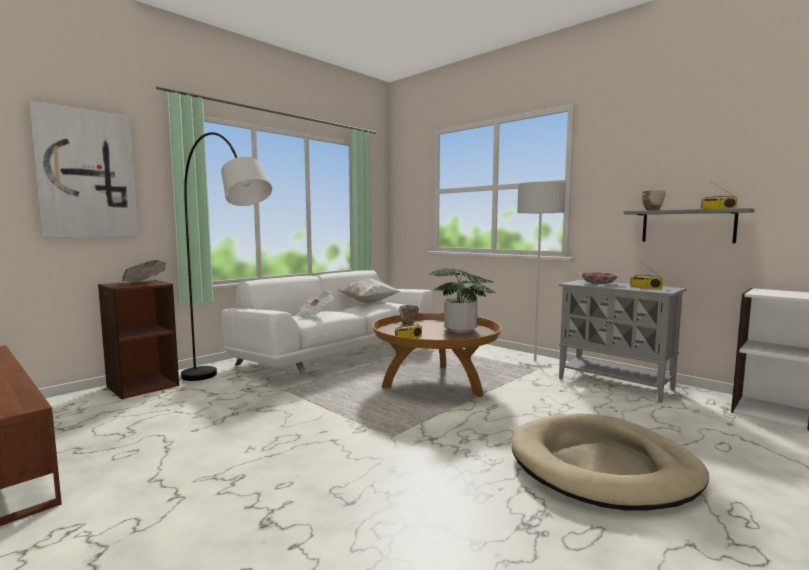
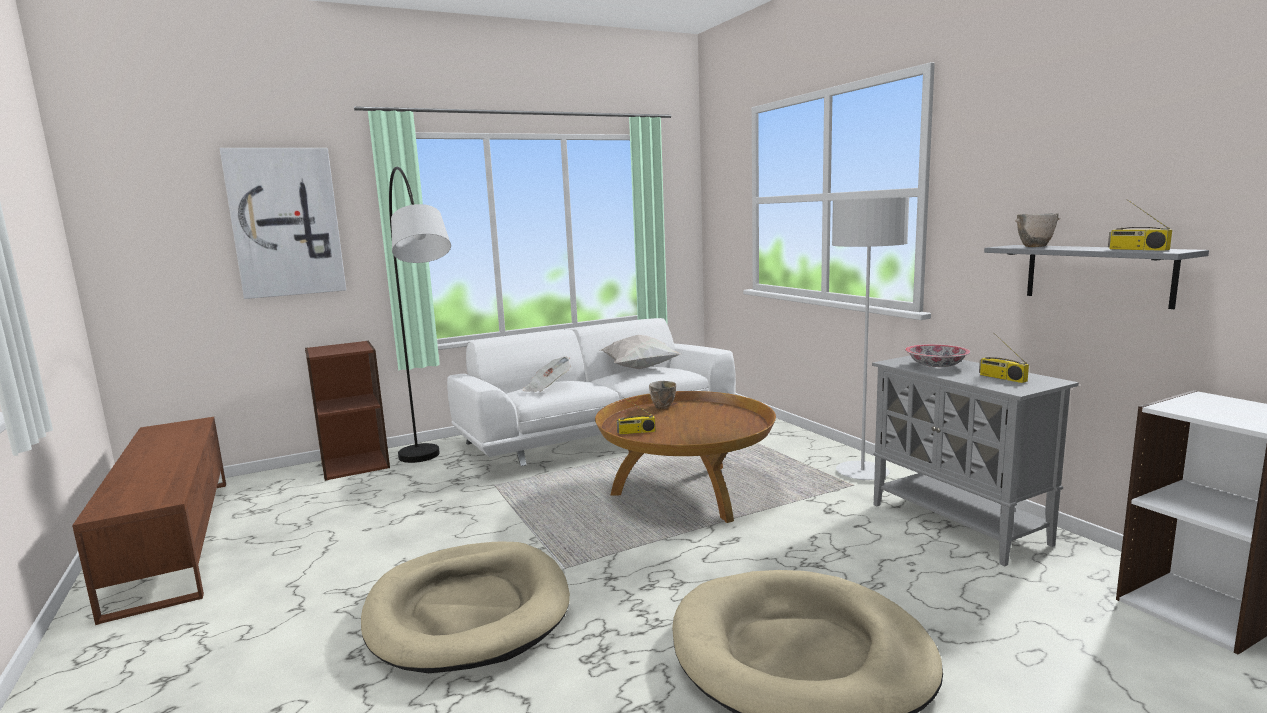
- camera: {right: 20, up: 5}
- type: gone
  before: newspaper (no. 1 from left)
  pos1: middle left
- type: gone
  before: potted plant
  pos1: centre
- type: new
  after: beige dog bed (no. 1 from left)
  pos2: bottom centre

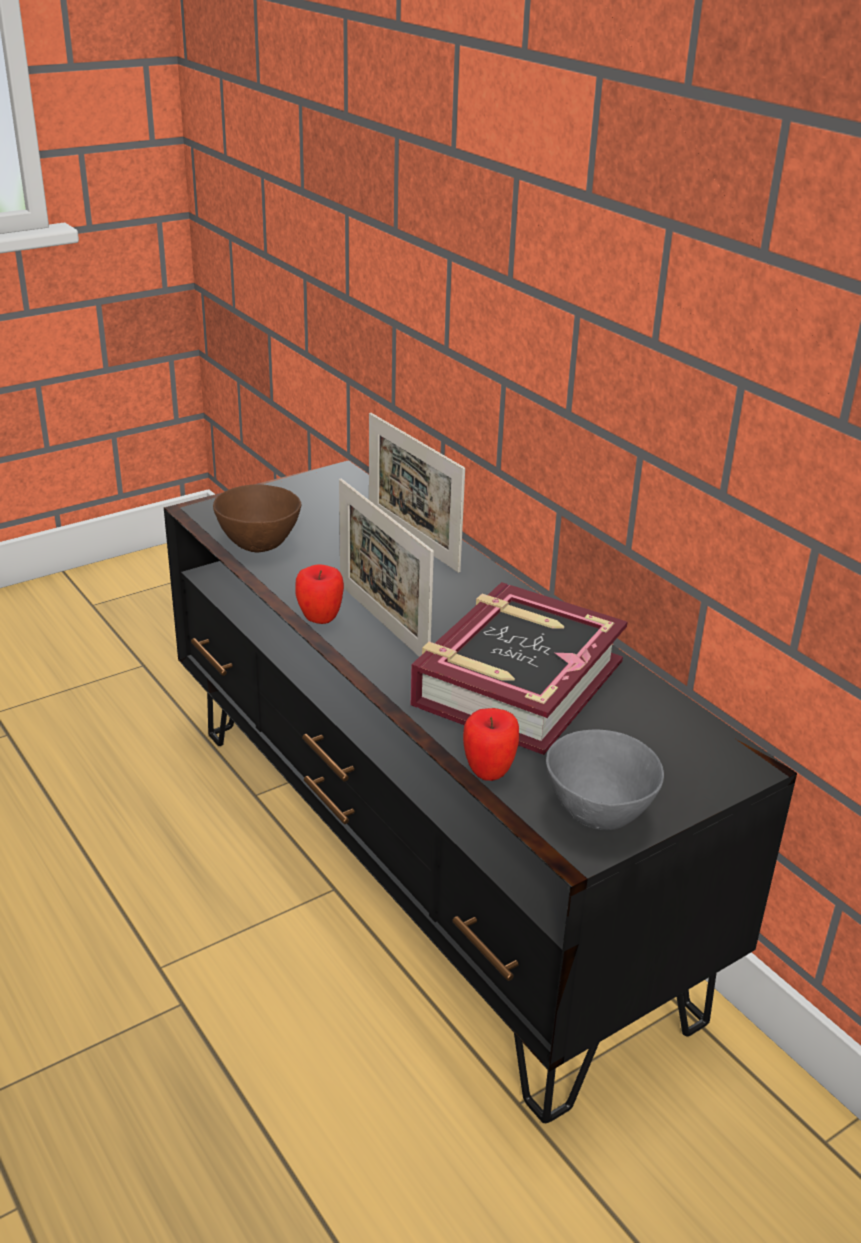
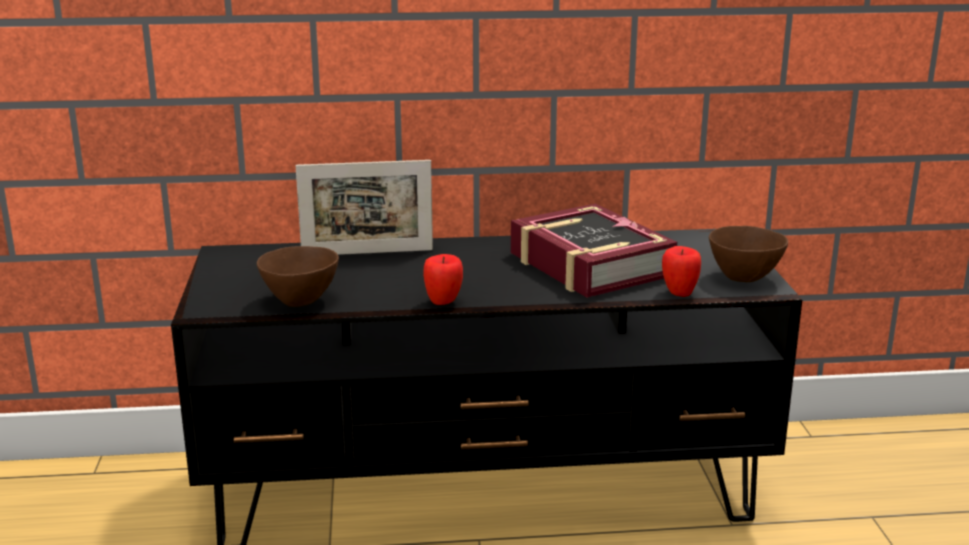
- camera: {right: -60, up: -10}
- type: gone
  before: picture frame (no. 1 from left)
  pos1: centre
- type: repainted
  before: grey bowl
  after: brown bowl (no. 2 from left)
  pos1: middle right
  pos2: middle right

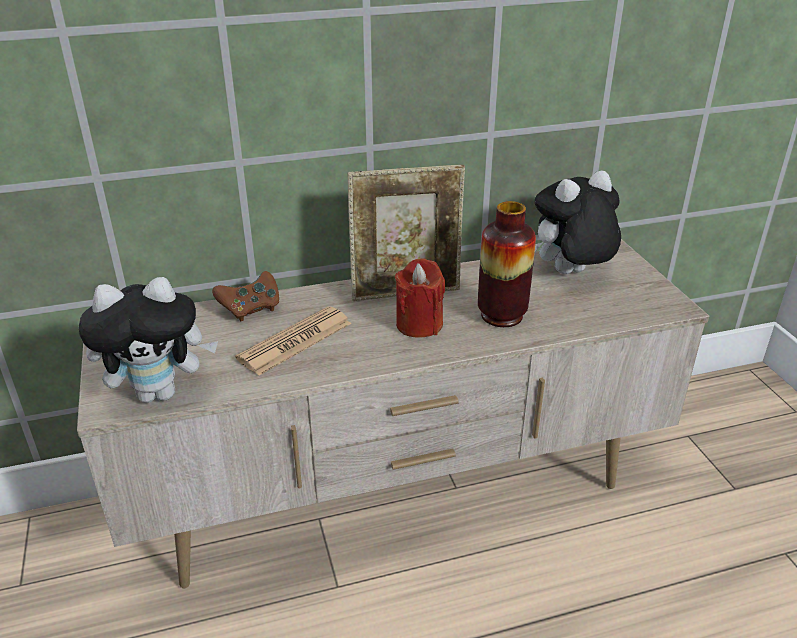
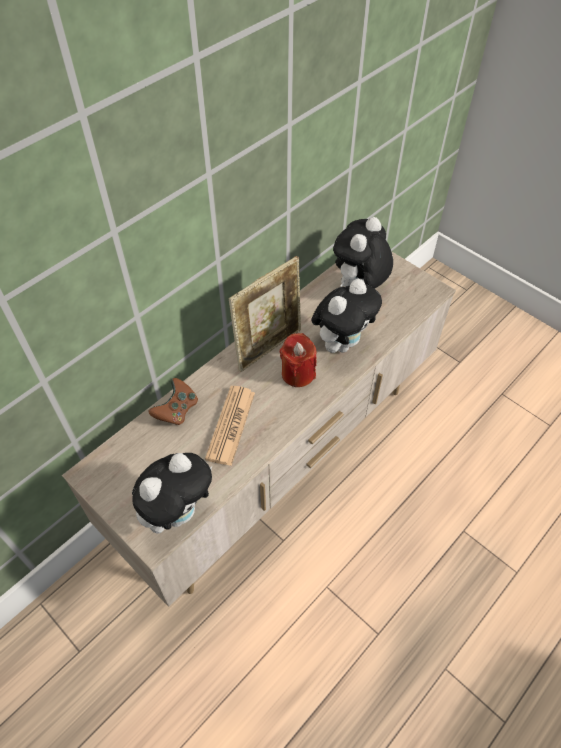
- camera: {right: -30, up: 20}
- type: swapped
  before: vase
  after: plush toy (no. 2 from left)
  pos1: centre
  pos2: centre

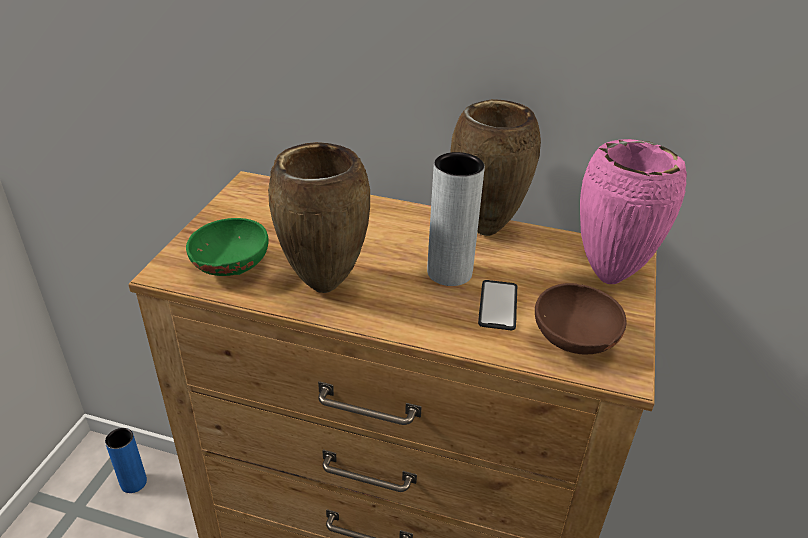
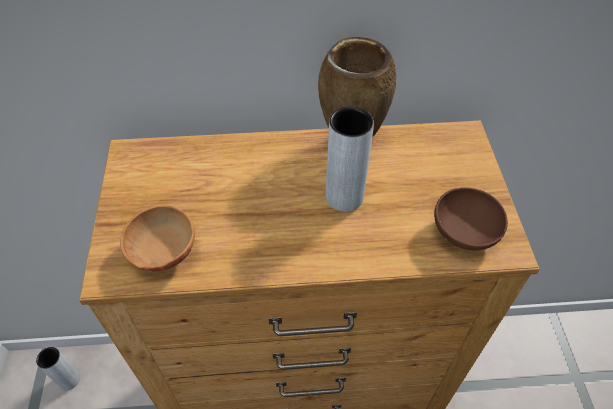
- camera: {right: -20, up: 15}
- type: gone
  before: pink vase
  pos1: middle right
- type: gone
  before: brown vase (no. 1 from left)
  pos1: centre
- type: repainted
  before: green bowl
  after: brown bowl (no. 1 from left)
  pos1: middle left
  pos2: middle left
- type: gone
  before: phone
  pos1: centre
- type: repainted
  before: blue vase
  after: grey vase (no. 1 from left)
  pos1: bottom left
  pos2: bottom left

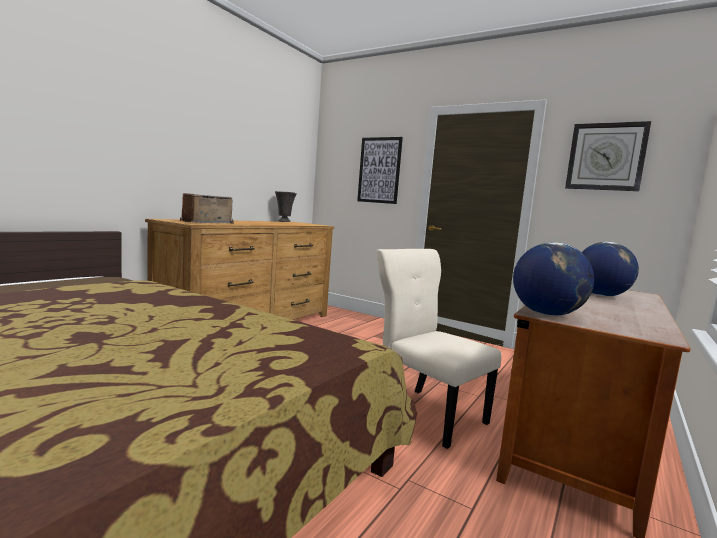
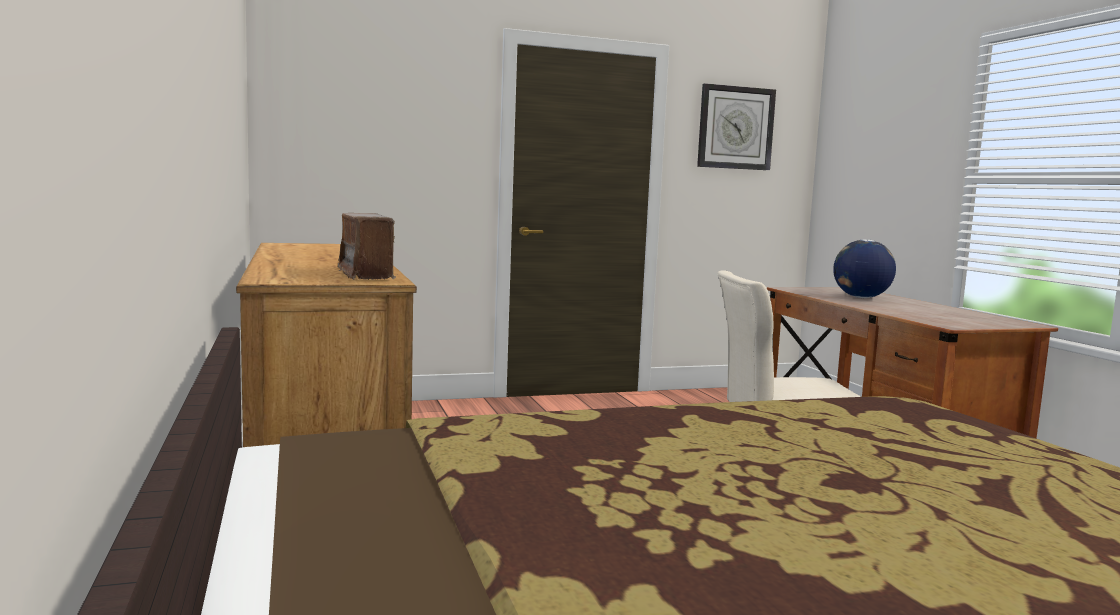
- camera: {right: -50, up: 0}
- type: gone
  before: picture
  pos1: top centre
- type: gone
  before: grey vase
  pos1: centre
- type: gone
  before: globe (no. 1 from left)
  pos1: middle right

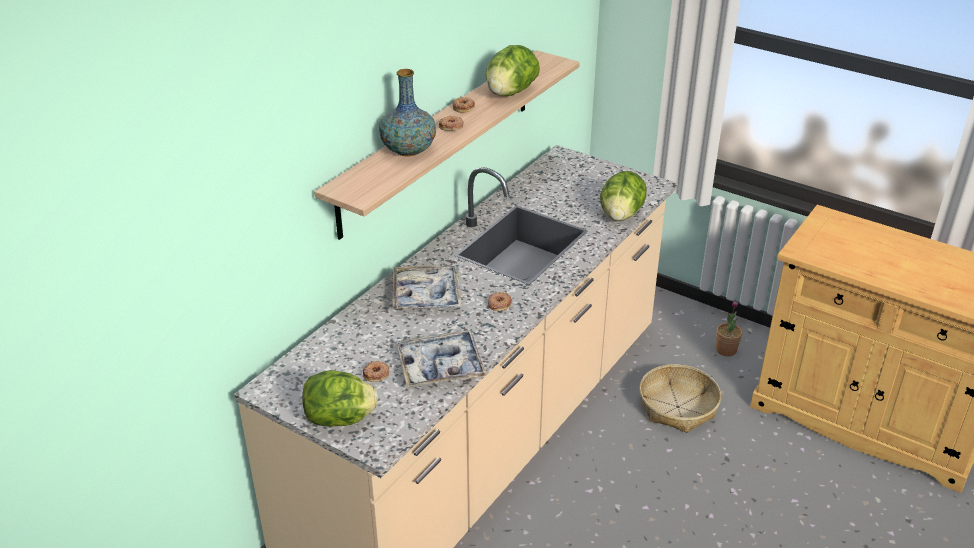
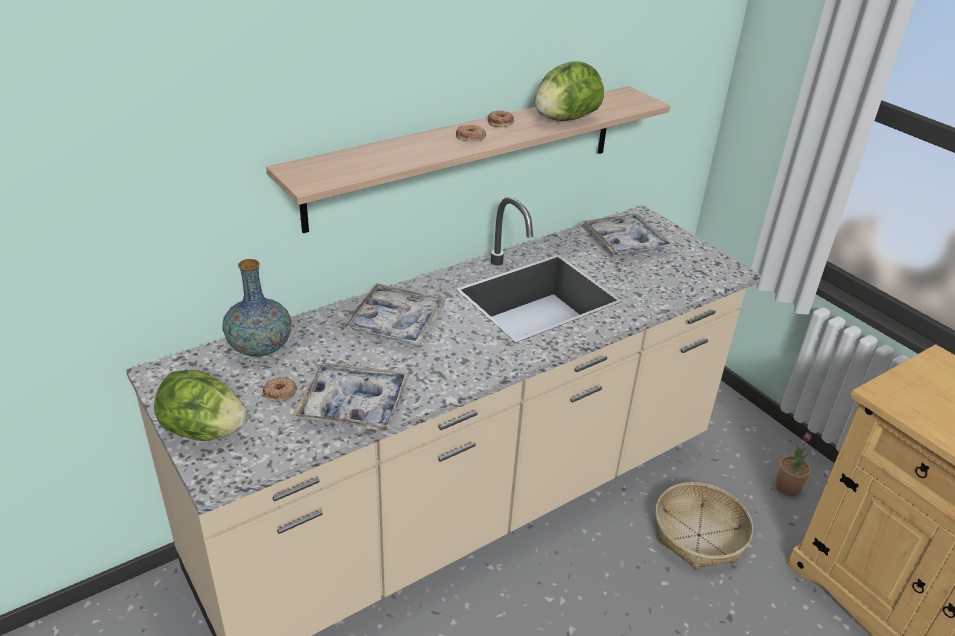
- camera: {right: 20, up: 0}
- type: shifted
  before: vase
  pos1: top centre
  pos2: middle left
- type: gone
  before: lettuce (no. 3 from left)
  pos1: centre
- type: gone
  before: donut (no. 4 from left)
  pos1: centre
- type: new
  after: tray (no. 3 from left)
  pos2: centre

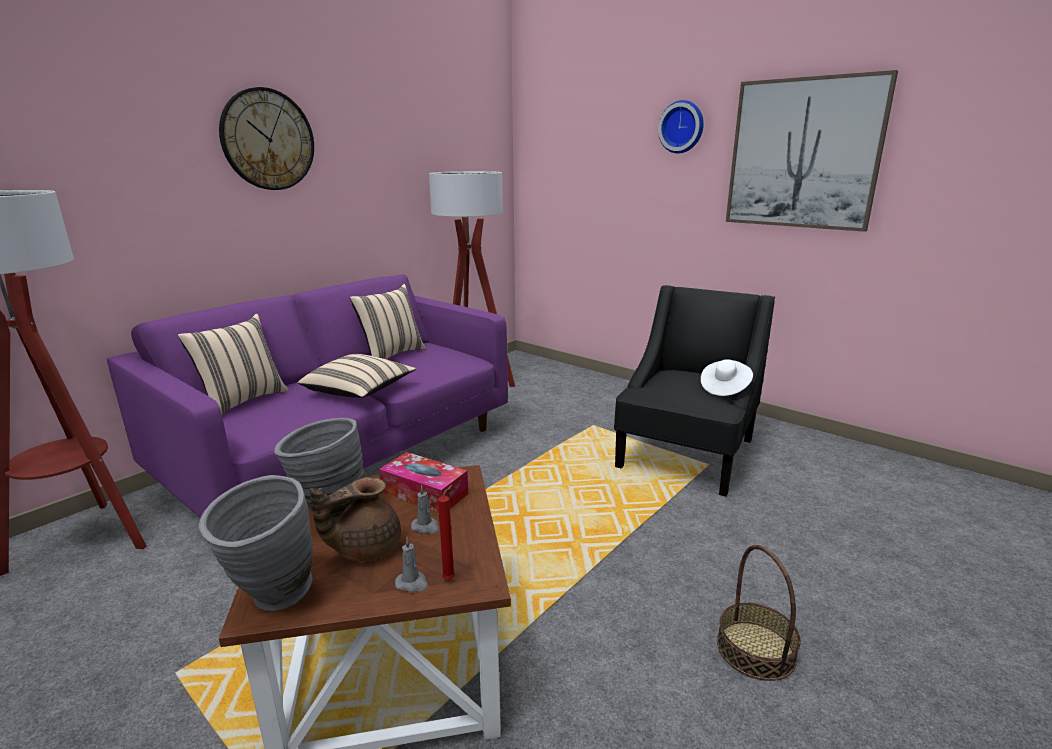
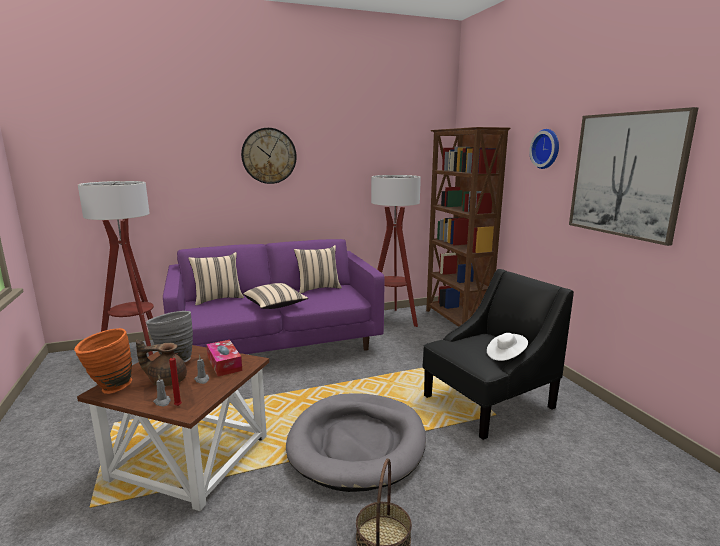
- camera: {right: 30, up: -5}
- type: repainted
  before: grey vase (no. 1 from left)
  after: orange vase
  pos1: bottom left
  pos2: middle left
- type: new
  after: brown bookcase
  pos2: centre
- type: new
  after: grey dog bed
  pos2: bottom centre

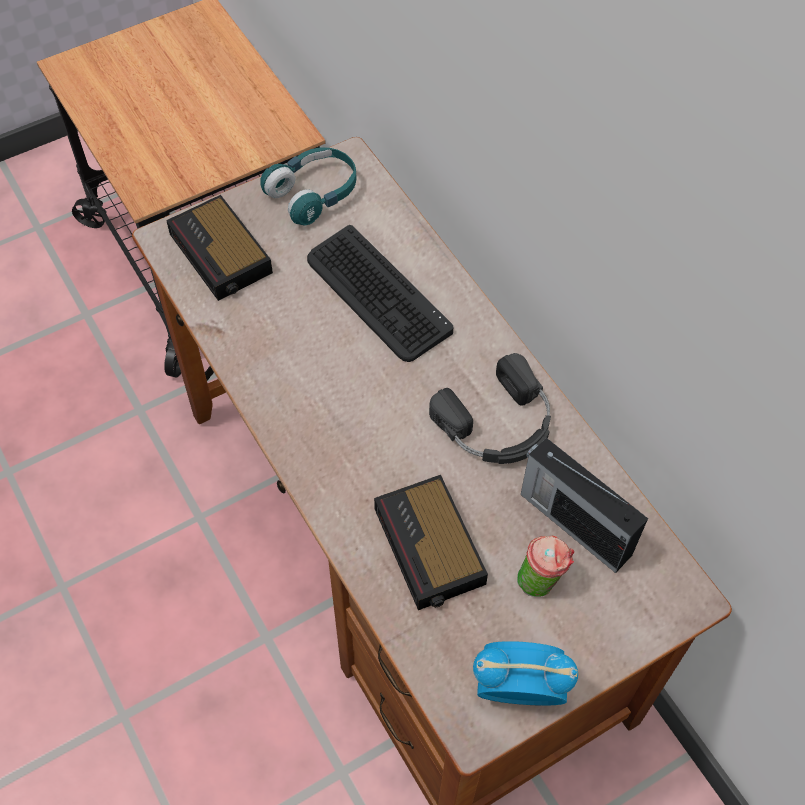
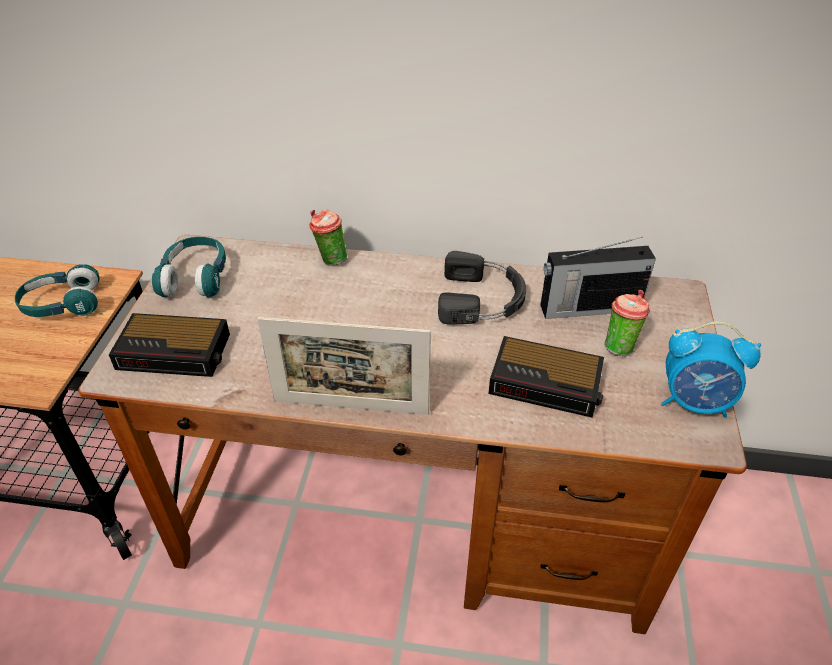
- camera: {right: -50, up: -15}
- type: gone
  before: keyboard
  pos1: centre
- type: rotated
  before: alarm clock (no. 3 from left)
  pos1: bottom centre
  pos2: middle right
  turn: -120
- type: new
  after: cup (no. 1 from left)
  pos2: centre
- type: new
  after: turquoise headphones (no. 1 from left)
  pos2: middle left
- type: new
  after: picture frame
  pos2: centre

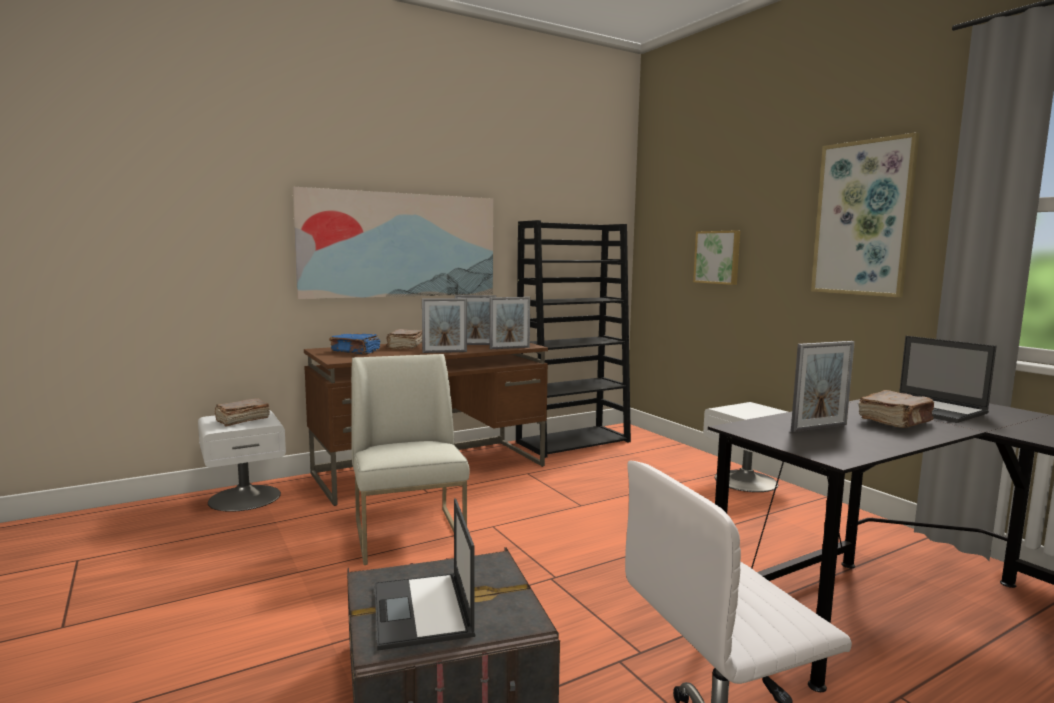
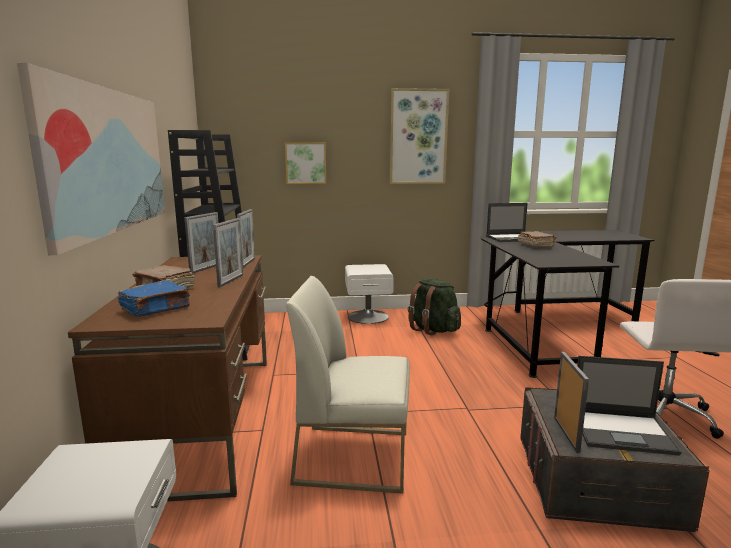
- camera: {right: -65, up: 5}
- type: shifted
  before: picture frame (no. 4 from left)
  pos1: middle right
  pos2: bottom right
- type: gone
  before: brown book (no. 1 from left)
  pos1: middle left
- type: new
  after: green backpack
  pos2: centre

